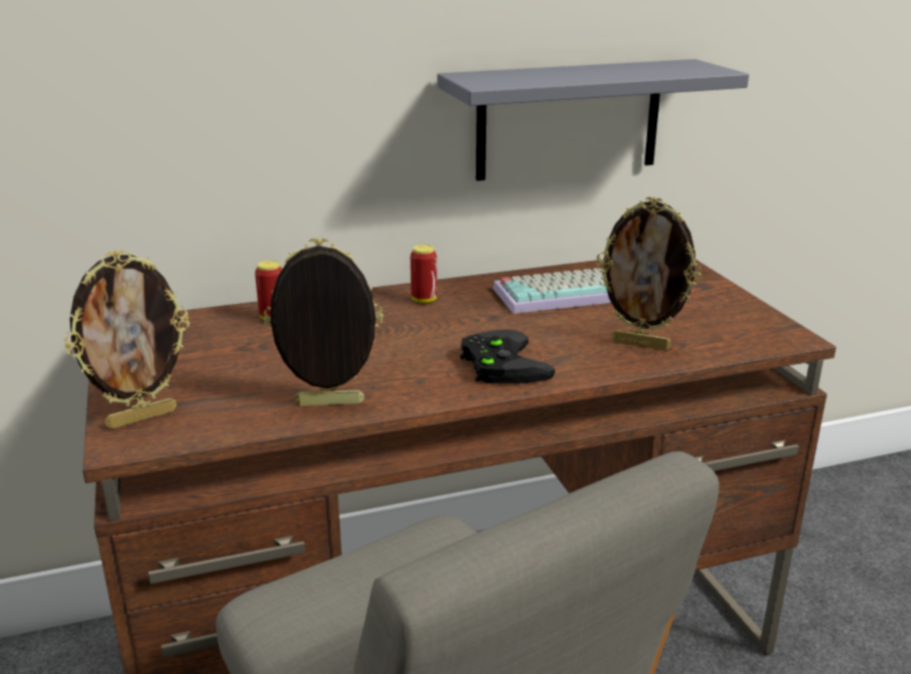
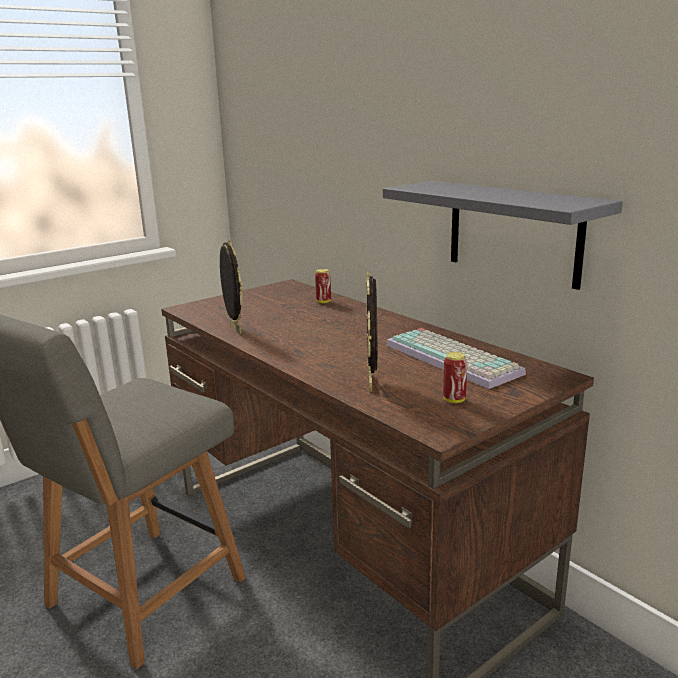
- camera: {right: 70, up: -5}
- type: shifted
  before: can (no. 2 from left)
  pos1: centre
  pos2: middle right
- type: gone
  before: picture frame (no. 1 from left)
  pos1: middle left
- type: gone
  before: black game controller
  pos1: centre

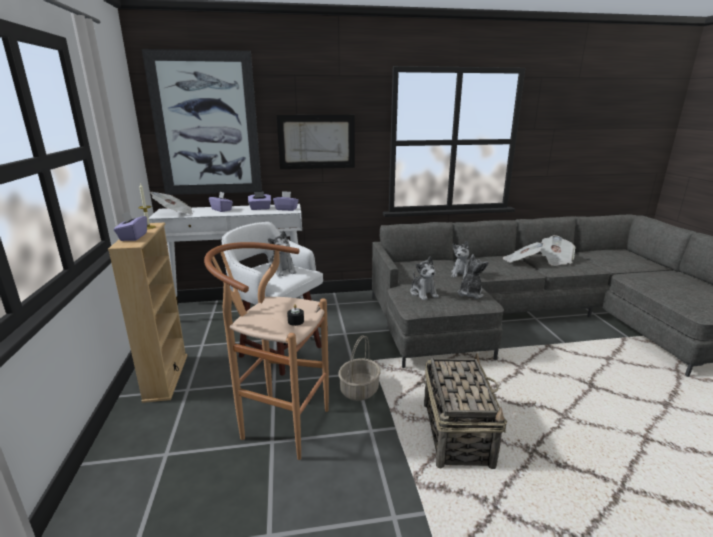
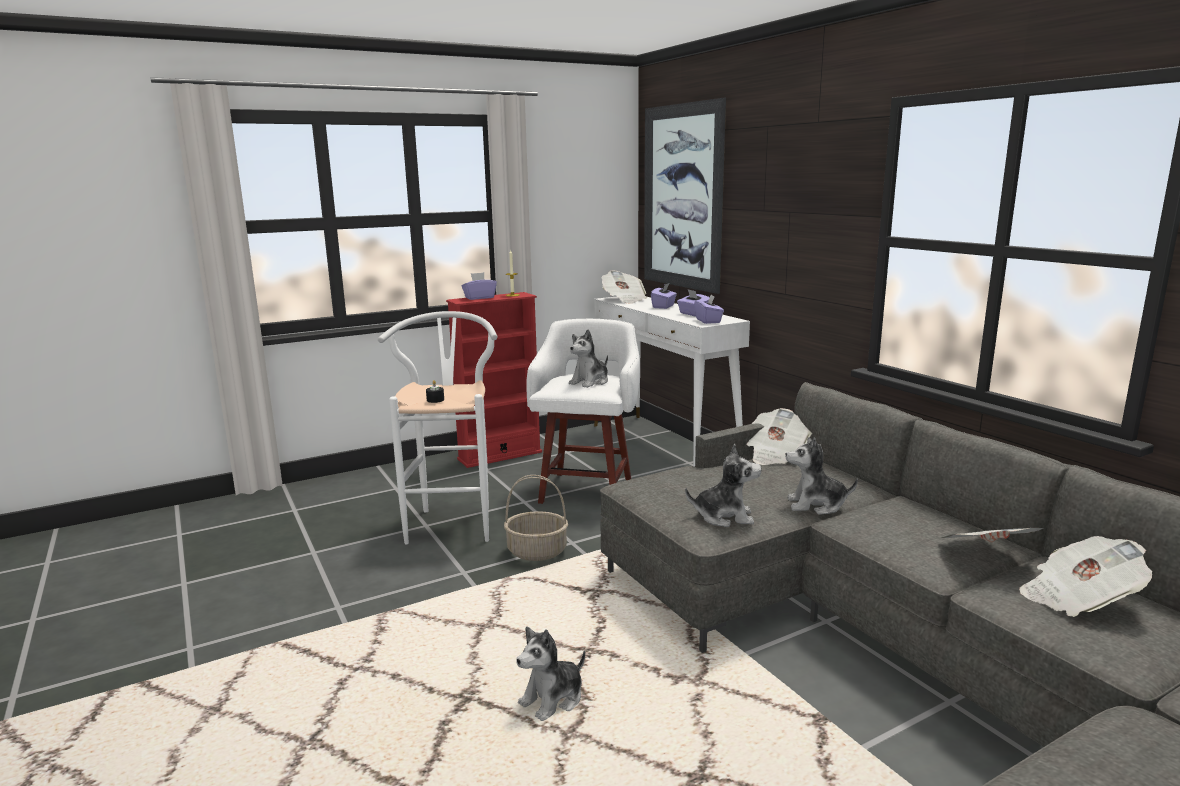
- camera: {right: 70, up: -5}
- type: gone
  before: picture (no. 2 from left)
  pos1: top centre
- type: repainted
  before: beige bookcase
  after: red bookcase
  pos1: middle left
  pos2: centre
- type: repainted
  before: brown stool
  after: white stool (no. 1 from left)
  pos1: centre
  pos2: centre
- type: shifted
  before: plush toy (no. 2 from left in the first image)
  after: plush toy (no. 1 from left)
  pos1: centre
  pos2: bottom centre
- type: gone
  before: basket (no. 2 from left)
  pos1: bottom centre
- type: new
  after: newspaper (no. 2 from left)
  pos2: centre

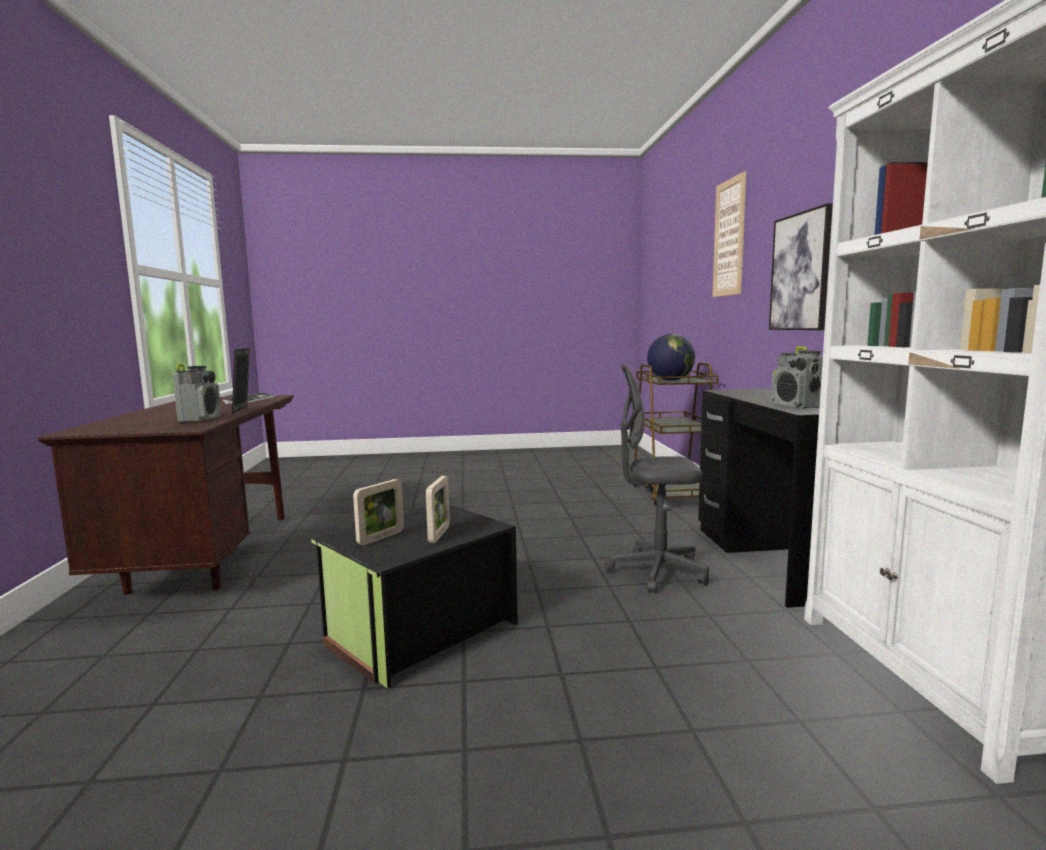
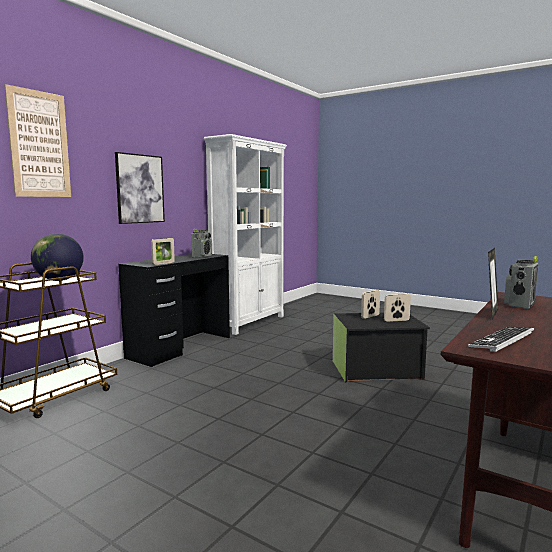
- camera: {right: -140, up: 0}
- type: gone
  before: grey office chair
  pos1: centre
- type: new
  after: picture frame (no. 1 from left)
  pos2: middle left

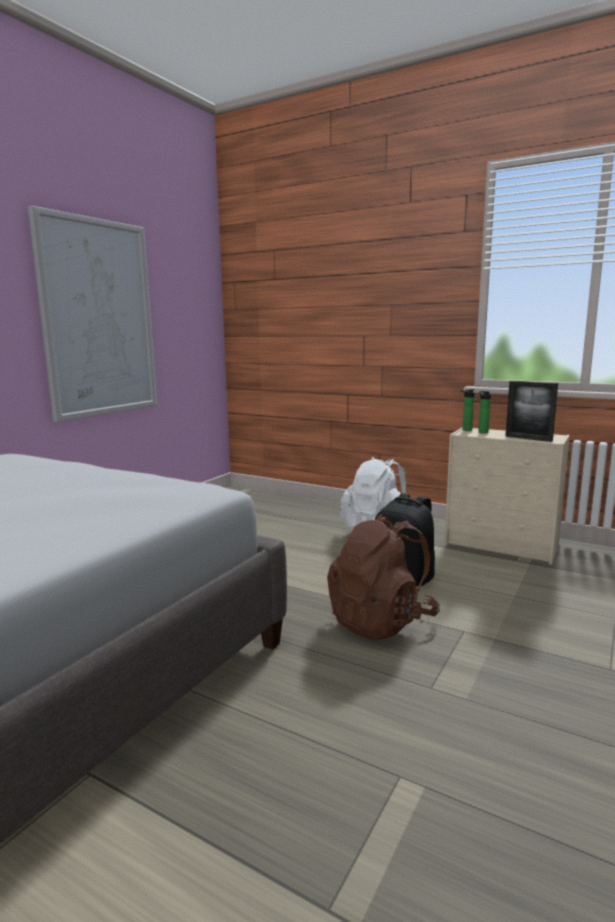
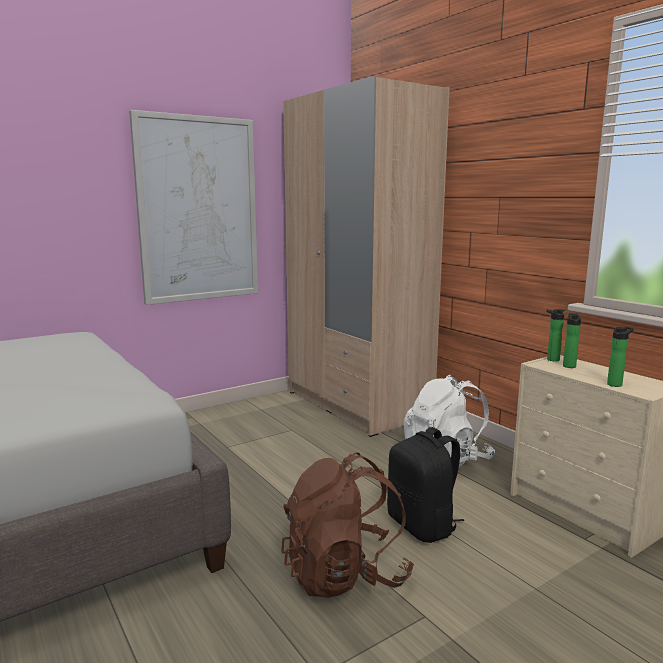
- camera: {right: 25, up: 0}
- type: swapped
  before: picture frame
  after: bottle (no. 3 from left)
  pos1: middle right
  pos2: middle right
- type: new
  after: beige wardrobe
  pos2: centre

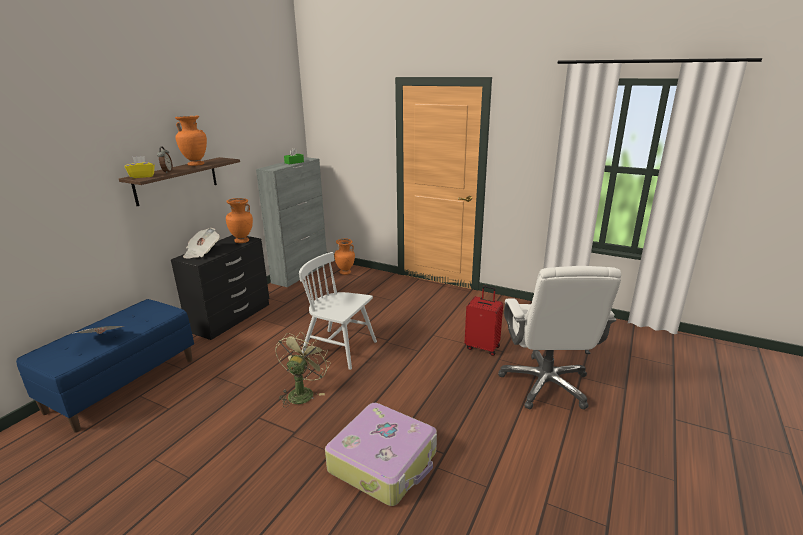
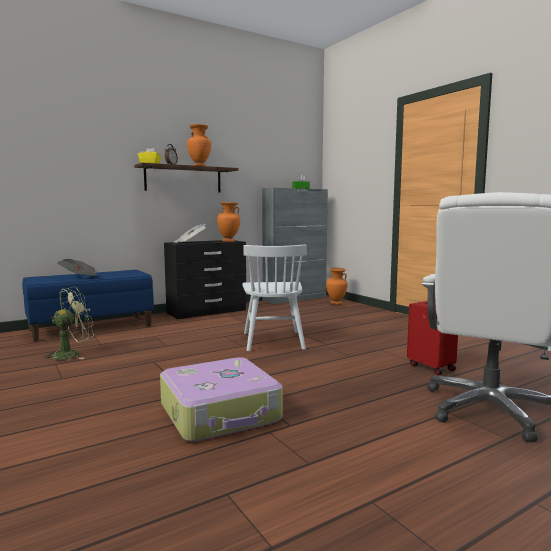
- camera: {right: 30, up: -15}
- type: rotated
  before: white chair
  pos1: centre
  pos2: centre
  turn: -150
- type: shifted
  before: green fan
  pos1: bottom centre
  pos2: middle left

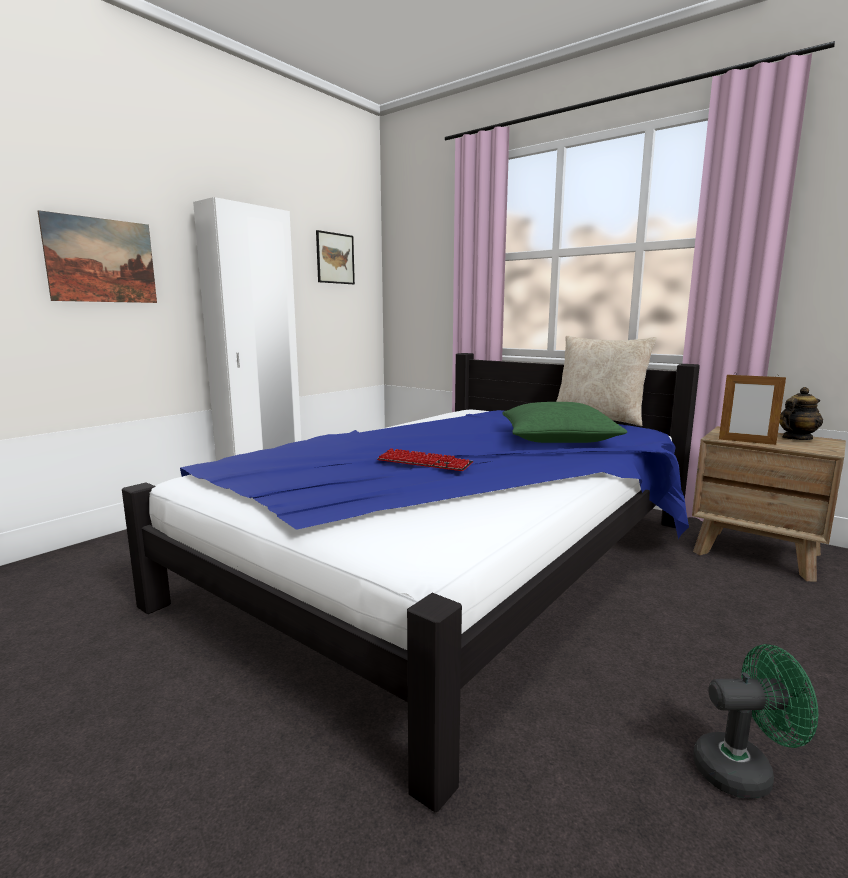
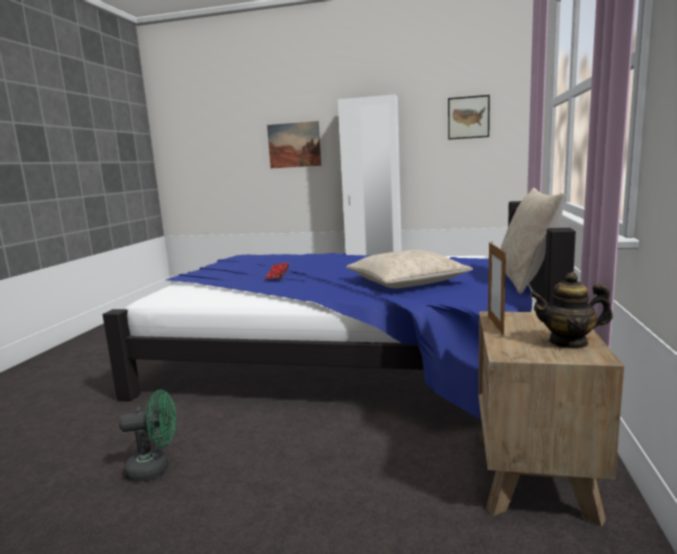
- camera: {right: 65, up: 0}
- type: rotated
  before: teapot
  pos1: middle right
  pos2: middle right
  turn: 150
- type: repainted
  before: green pillow
  after: beige pillow (no. 1 from left)
  pos1: centre
  pos2: centre
- type: rotated
  before: green fan
  pos1: bottom right
  pos2: bottom left
  turn: -75

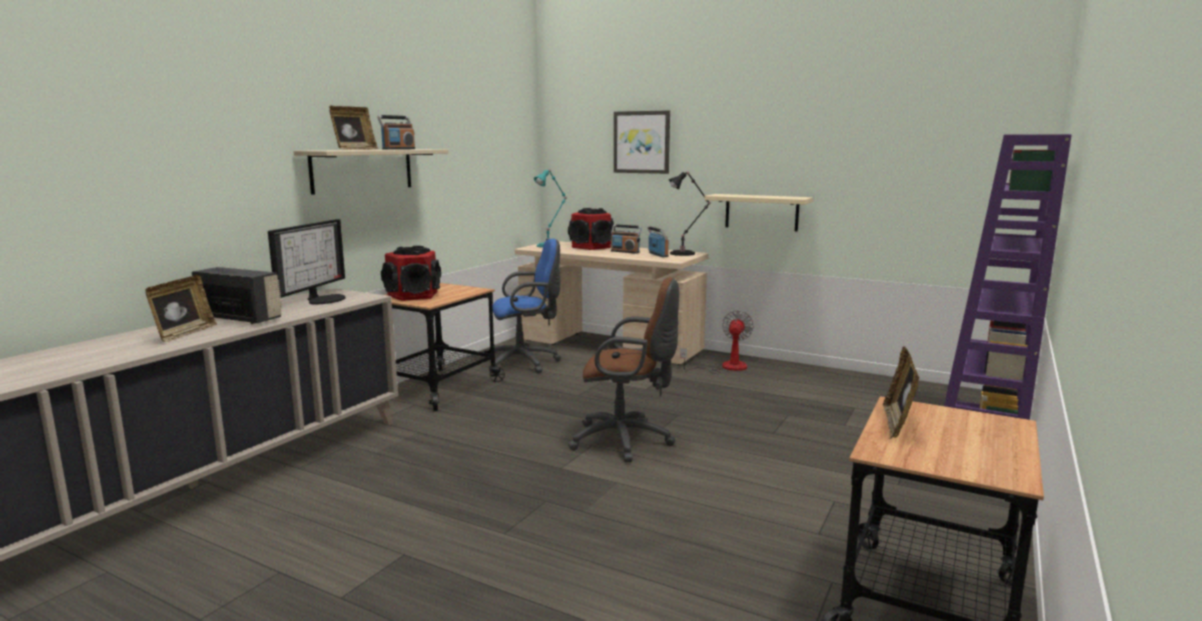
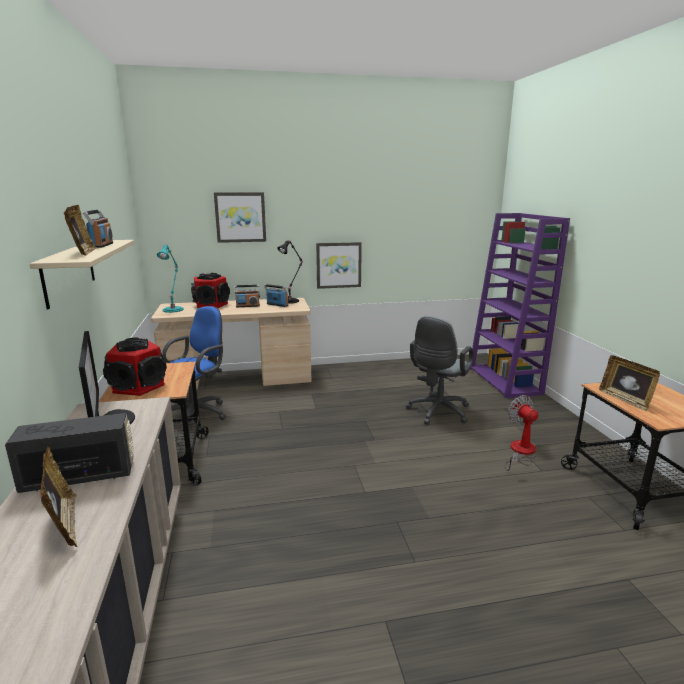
- camera: {right: -40, up: 5}
- type: swapped
  before: beige shelf (no. 2 from left)
  after: picture (no. 2 from left)
  pos1: centre
  pos2: centre
- type: gone
  before: brown office chair
  pos1: centre
- type: shifted
  before: fan
  pos1: centre
  pos2: middle right
- type: new
  after: grey office chair
  pos2: centre

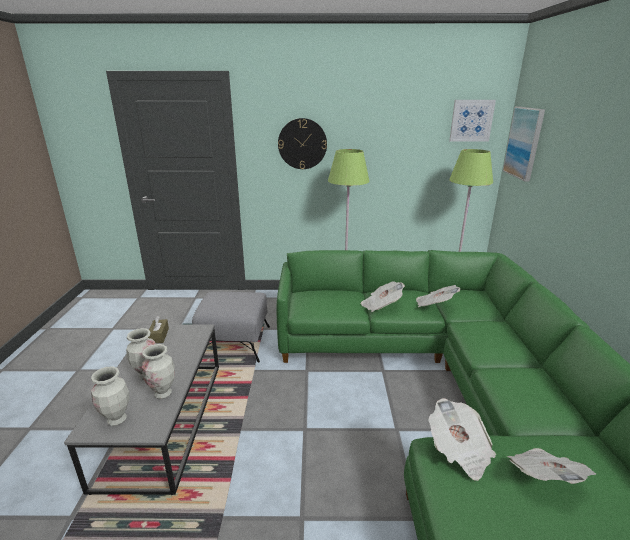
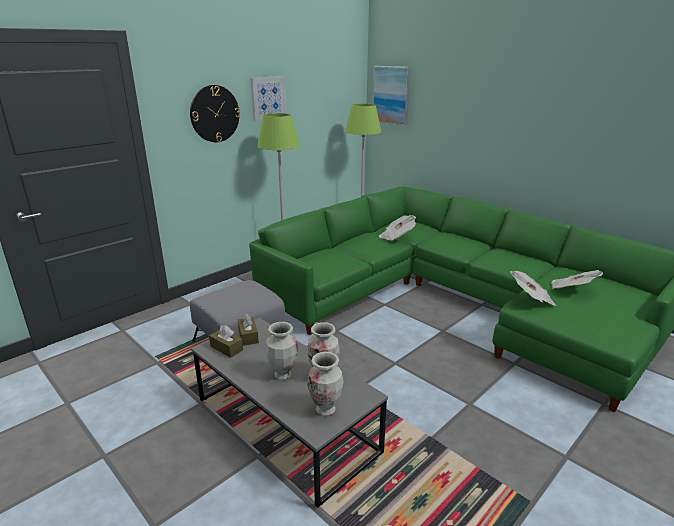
- camera: {right: -45, up: 0}
- type: shifted
  before: picture (no. 1 from left)
  pos1: top right
  pos2: top centre
- type: gone
  before: newspaper (no. 1 from left)
  pos1: centre
- type: new
  after: brown tissue box (no. 2 from left)
  pos2: centre

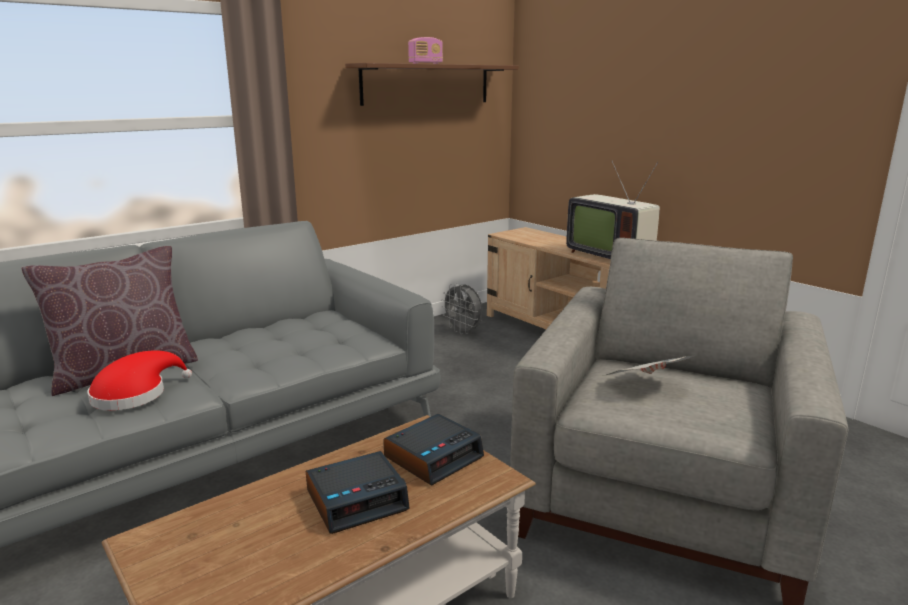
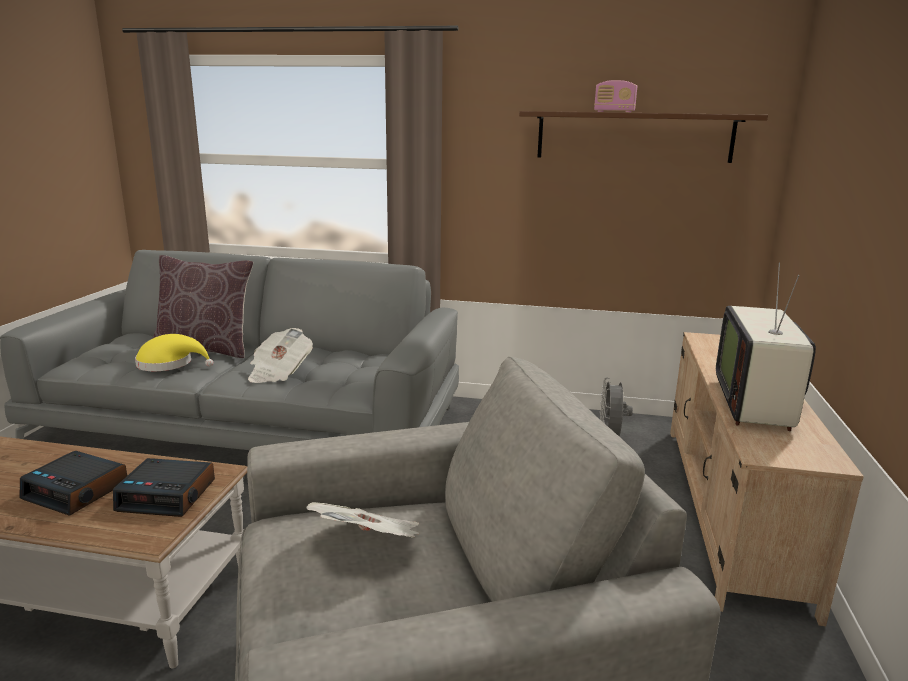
- camera: {right: 50, up: 0}
- type: repainted
  before: red hat
  after: yellow hat
  pos1: middle left
  pos2: middle left
- type: new
  after: newspaper (no. 1 from left)
  pos2: middle left

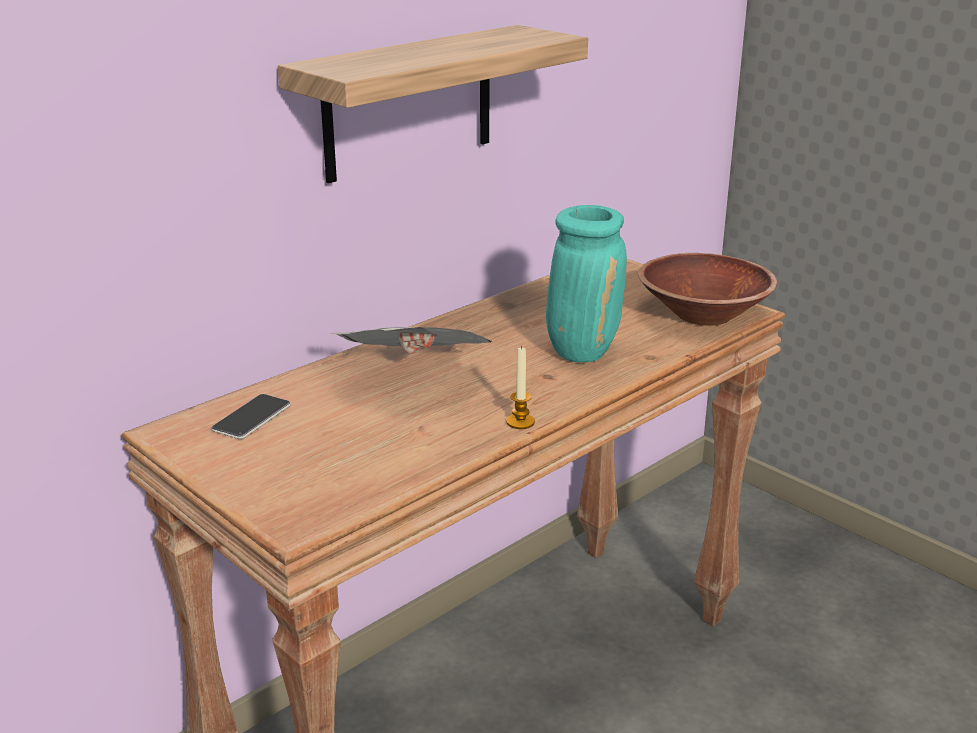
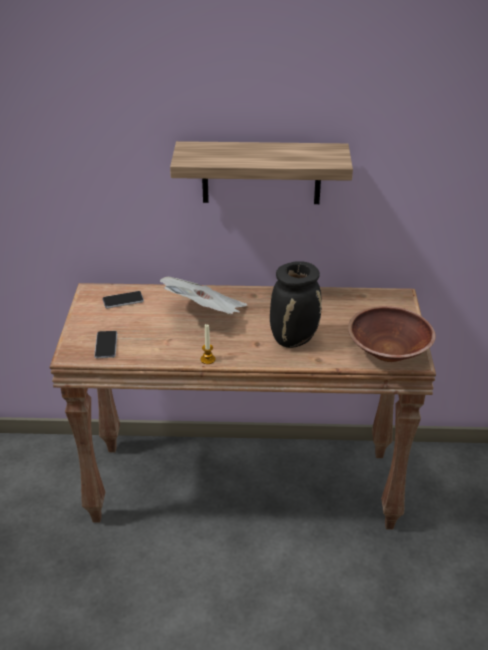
- camera: {right: 45, up: 10}
- type: repainted
  before: turquoise vase
  after: black vase
  pos1: centre
  pos2: centre
- type: new
  after: phone (no. 1 from left)
  pos2: middle left

